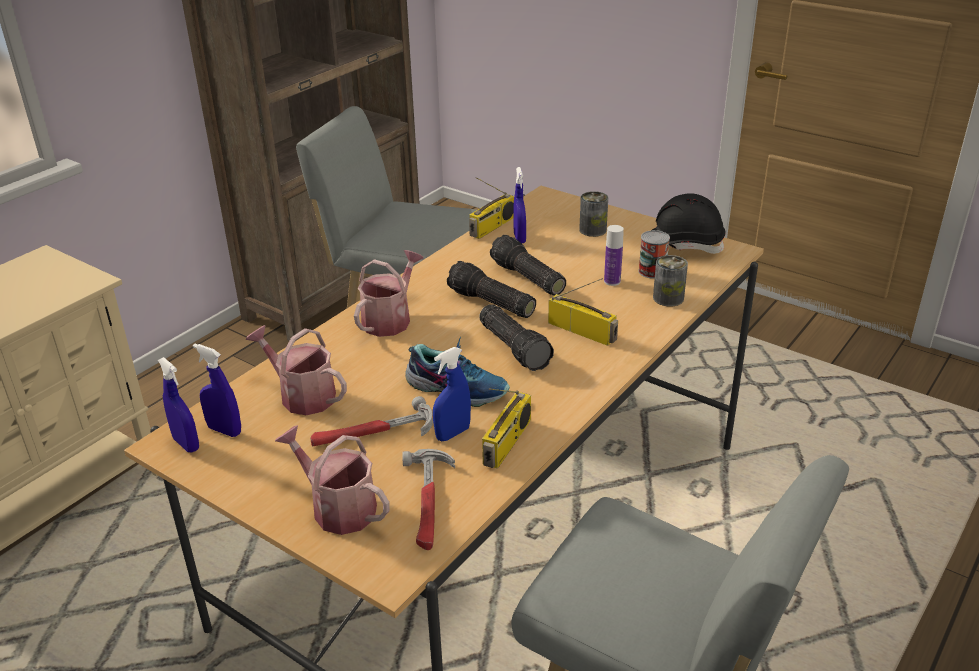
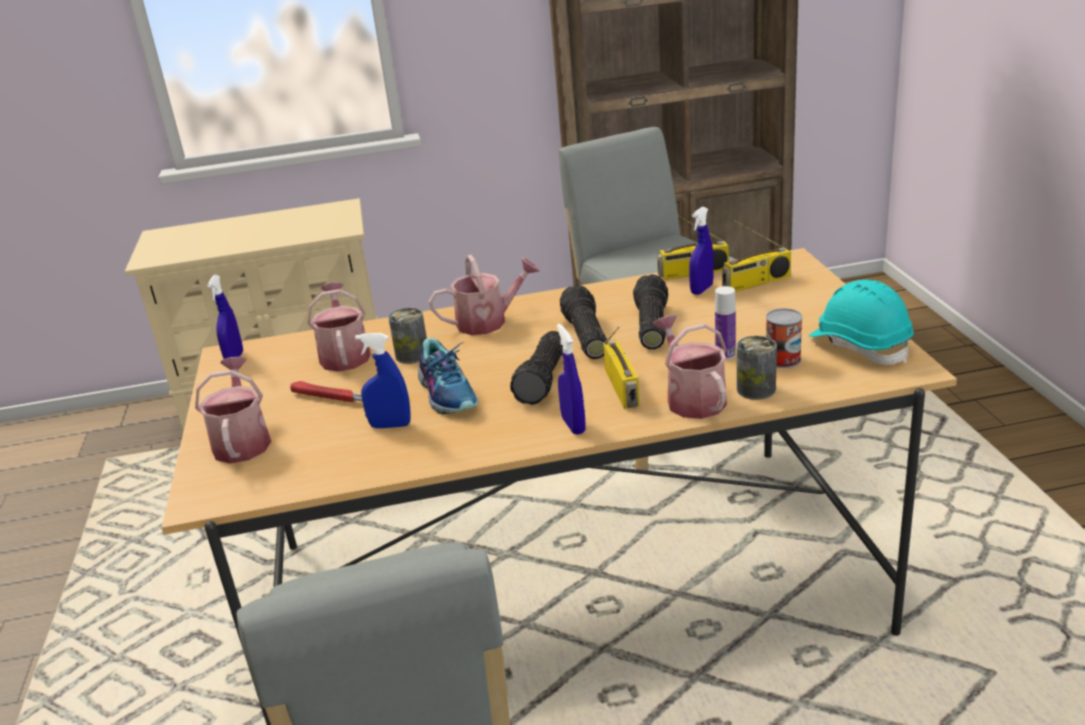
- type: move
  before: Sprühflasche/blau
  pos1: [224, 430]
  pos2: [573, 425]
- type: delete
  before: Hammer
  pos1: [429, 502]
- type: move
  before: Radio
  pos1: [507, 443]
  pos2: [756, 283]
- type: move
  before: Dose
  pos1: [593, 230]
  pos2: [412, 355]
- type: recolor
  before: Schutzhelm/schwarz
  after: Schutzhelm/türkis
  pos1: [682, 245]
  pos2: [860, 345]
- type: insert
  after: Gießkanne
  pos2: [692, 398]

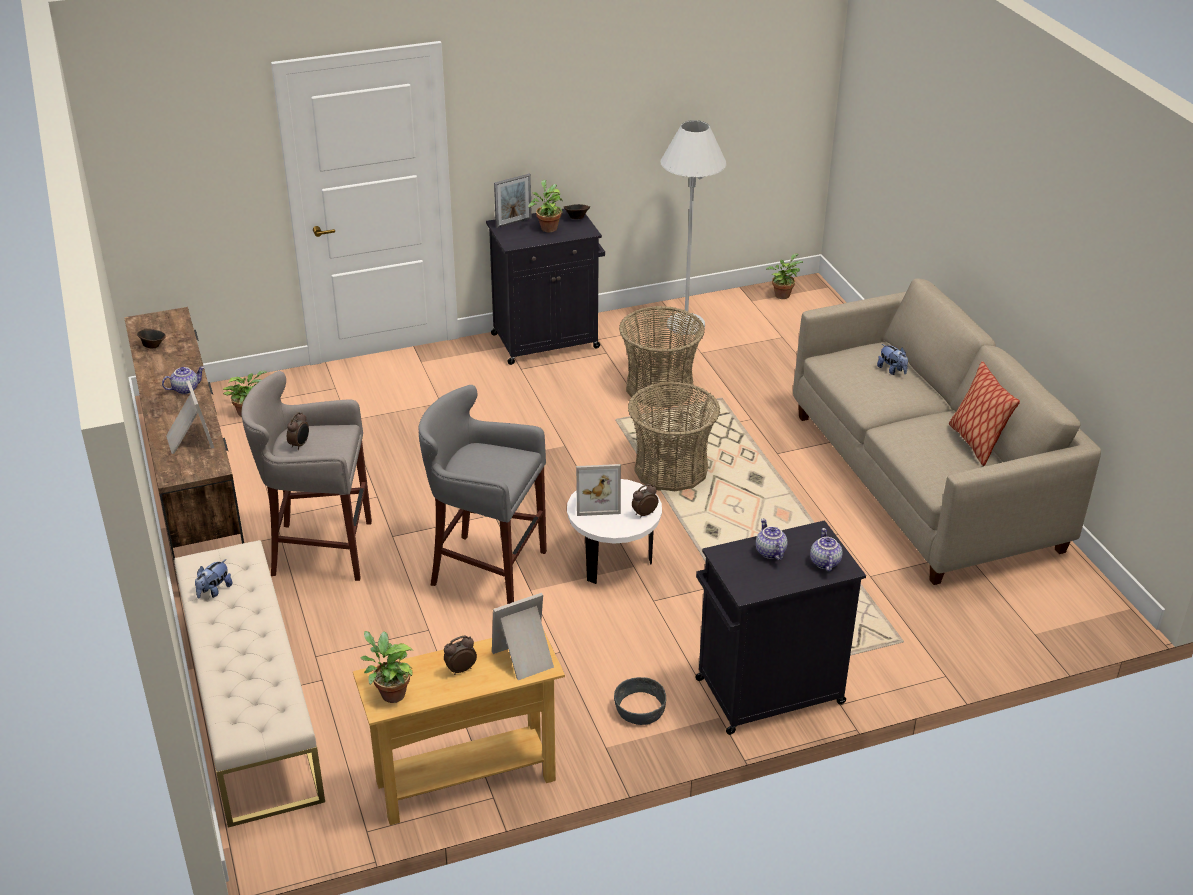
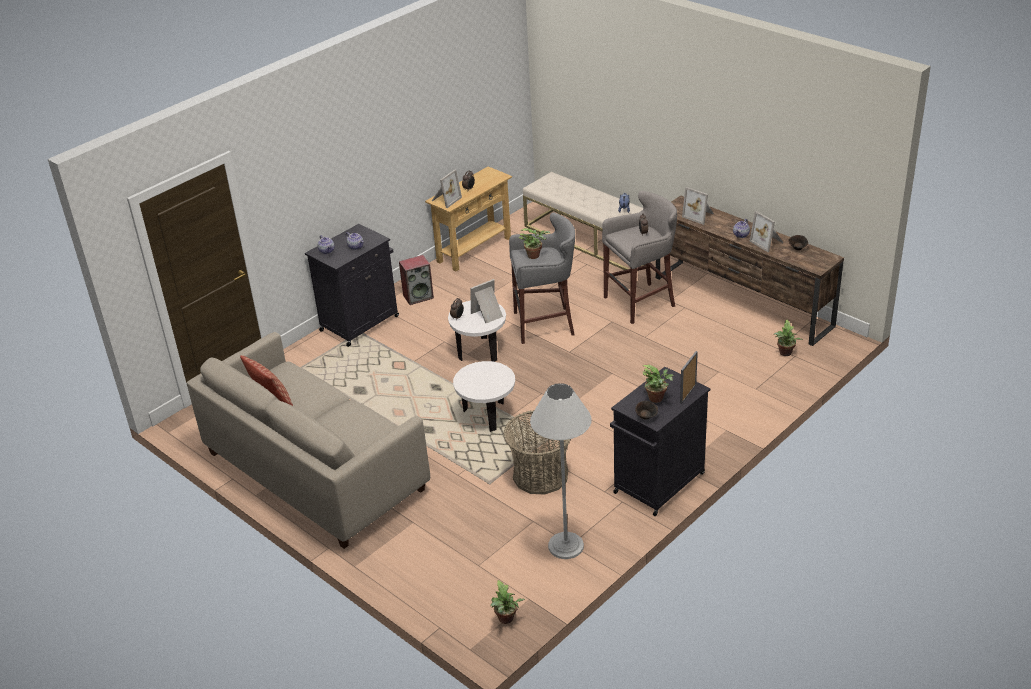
- type: move
  before: Topfpflanze
  pos1: [390, 693]
  pos2: [535, 255]
- type: replace
  before: Schüssel/grau
  after: Lautsprecher
  pos1: [639, 708]
  pos2: [418, 296]
- type: replace
  before: Korb
  after: Beistelltisch/weiß
  pos1: [671, 469]
  pos2: [487, 416]
- type: delete
  before: Plüschtier
  pos1: [892, 370]
- type: insert
  after: Bilderrahmen
  pos2: [768, 242]

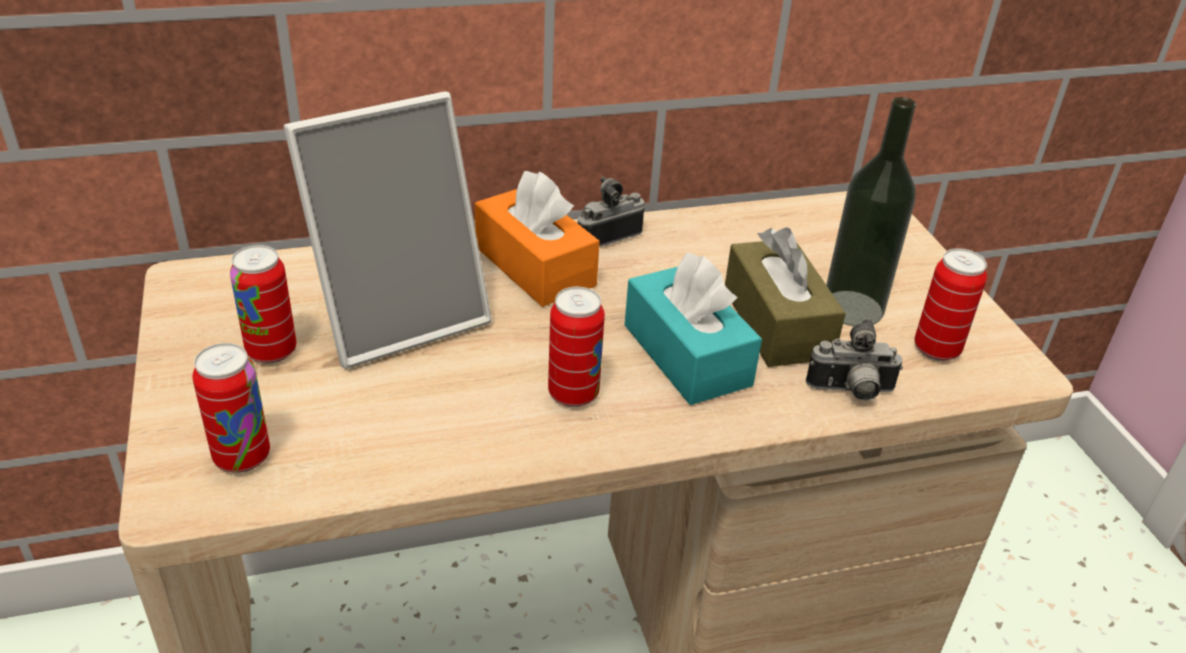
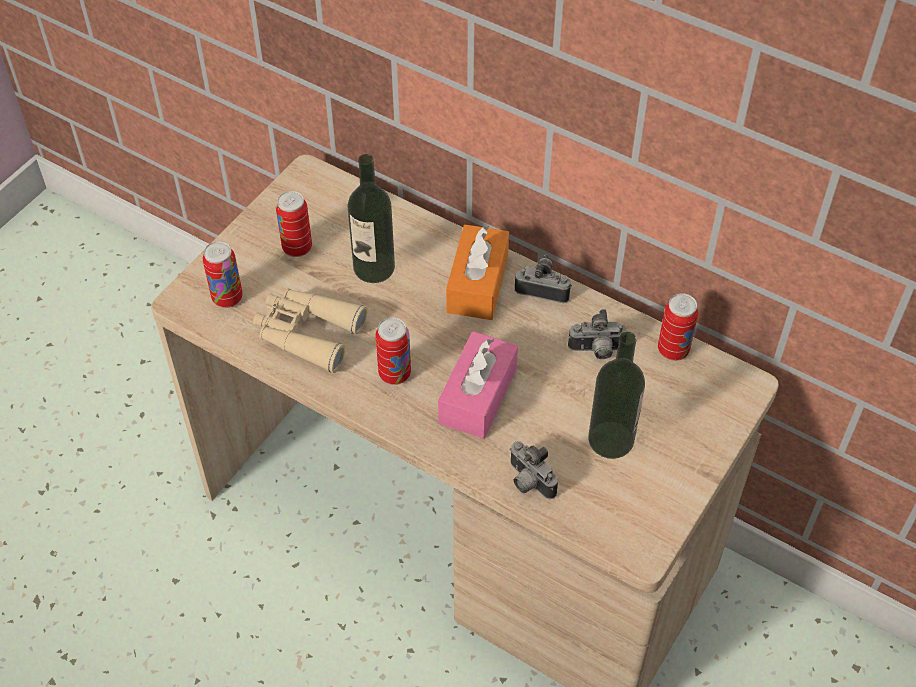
- type: replace
  before: Bilderrahmen
  after: Flasche
  pos1: [399, 316]
  pos2: [374, 267]
- type: recolor
  before: Taschentuchbox/türkis
  after: Taschentuchbox/rosa
  pos1: [686, 355]
  pos2: [478, 396]
- type: delete
  before: Taschentuchbox/braun
  pos1: [777, 323]
- type: move
  before: Dose
  pos1: [936, 349]
  pos2: [673, 350]
- type: insert
  after: Fernglas/beige
  pos2: [307, 334]
- type: insert
  after: Kamera
  pos2: [596, 351]

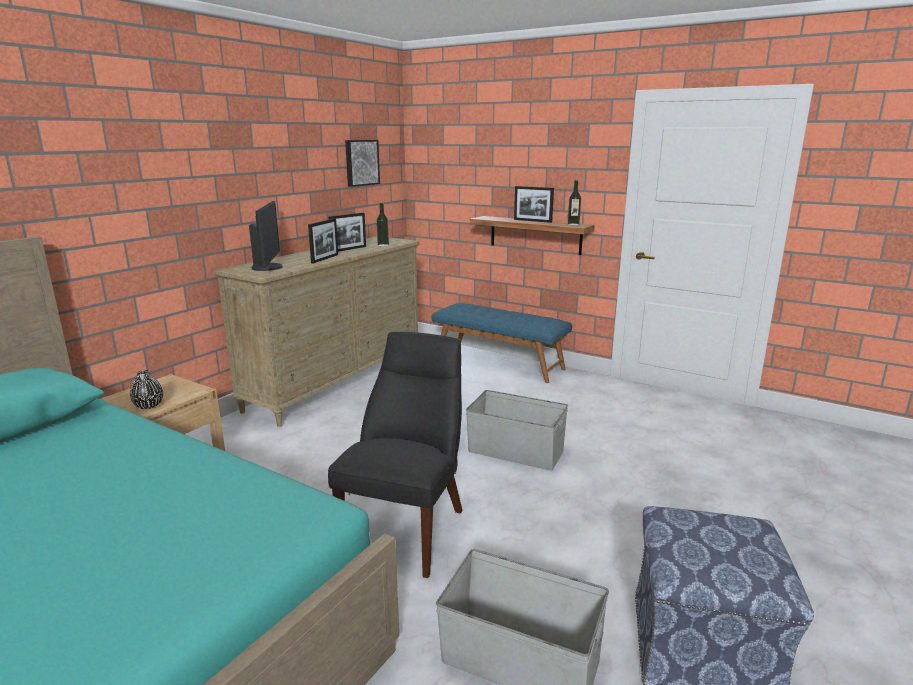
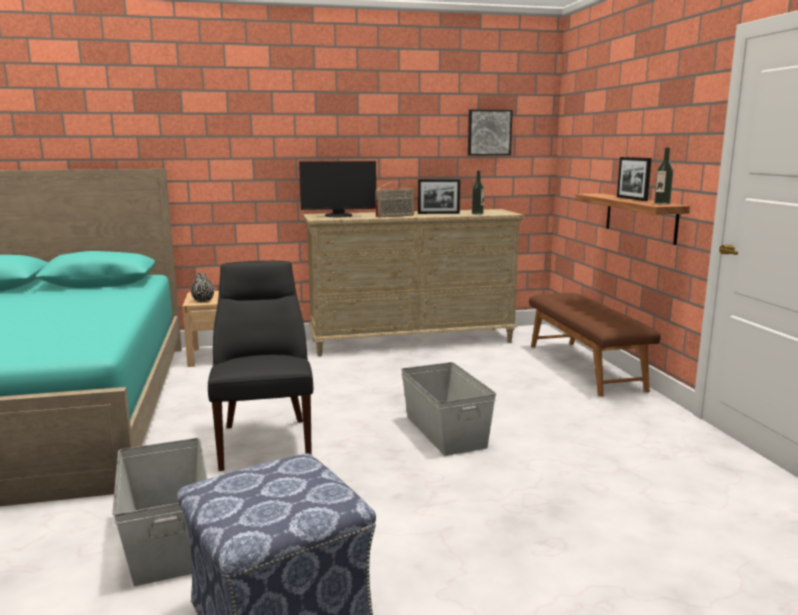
- type: rotate
  before: Monitor
  pos1: [268, 267]
  pos2: [338, 216]
  turn: 45
- type: replace
  before: Bilderrahmen
  after: Radio
  pos1: [325, 259]
  pos2: [395, 216]
- type: rotate
  before: Stuhl/schwarz
  pos1: [407, 528]
  pos2: [265, 440]
  turn: -75
- type: recolor
  before: Bank/blau
  after: Bank/braun
  pos1: [499, 362]
  pos2: [585, 367]

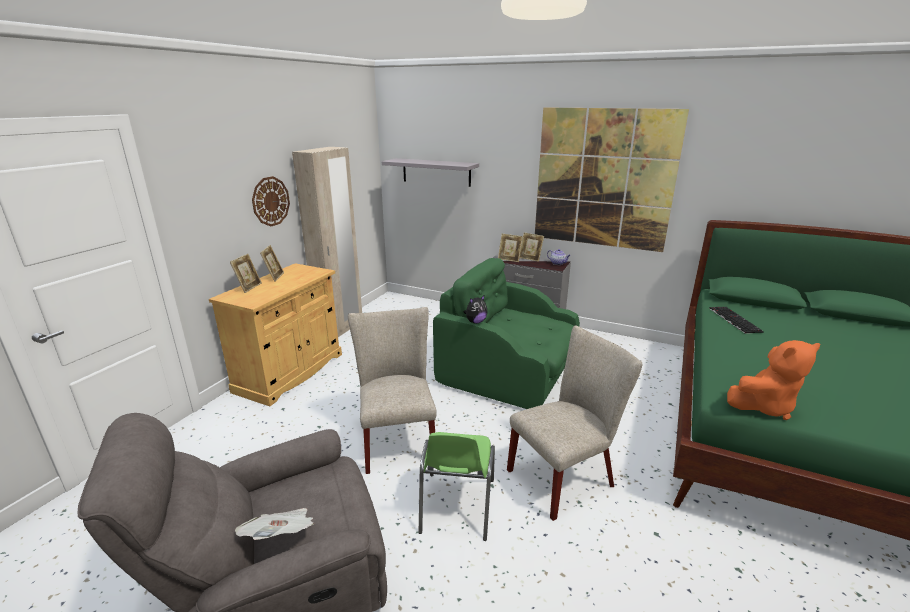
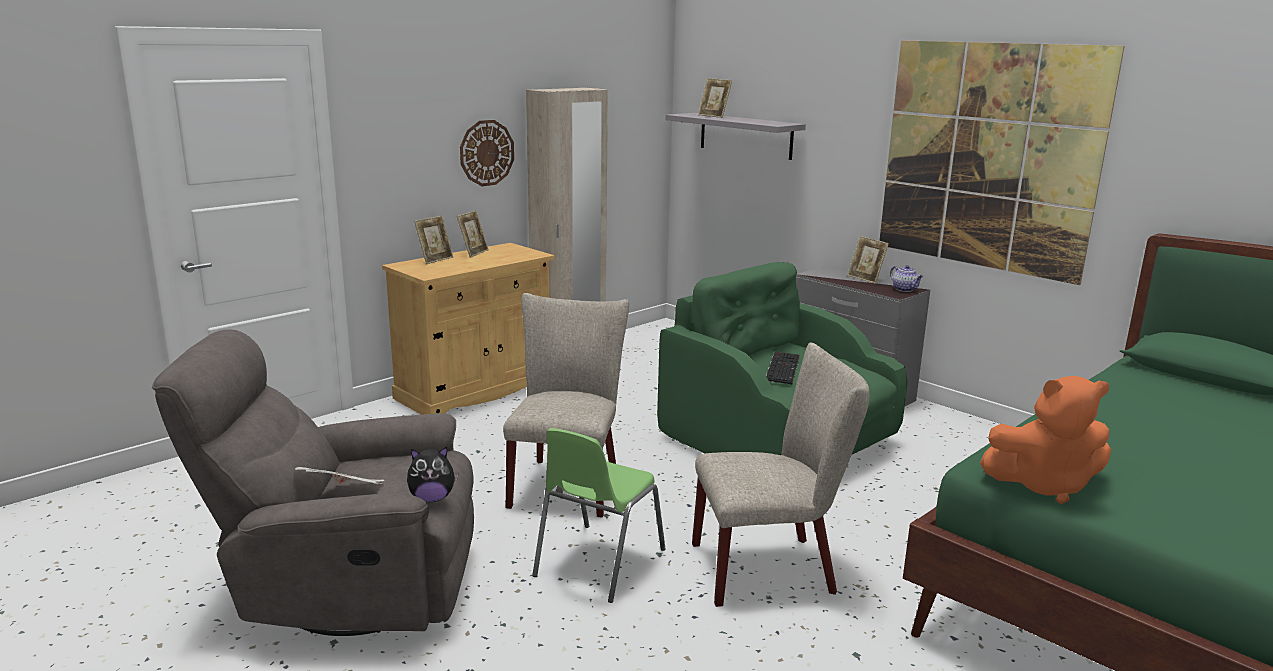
- type: move
  before: Plüschtier
  pos1: [475, 322]
  pos2: [432, 498]
- type: move
  before: Bilderrahmen
  pos1: [509, 259]
  pos2: [714, 116]
- type: move
  before: Tastatur
  pos1: [733, 319]
  pos2: [781, 368]

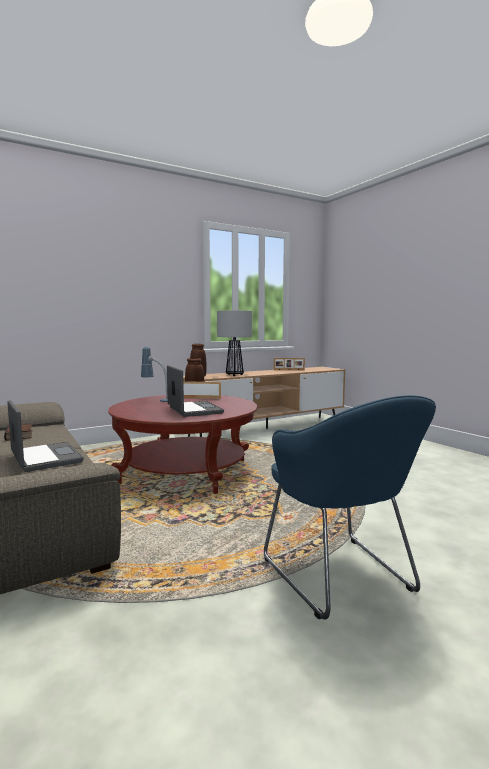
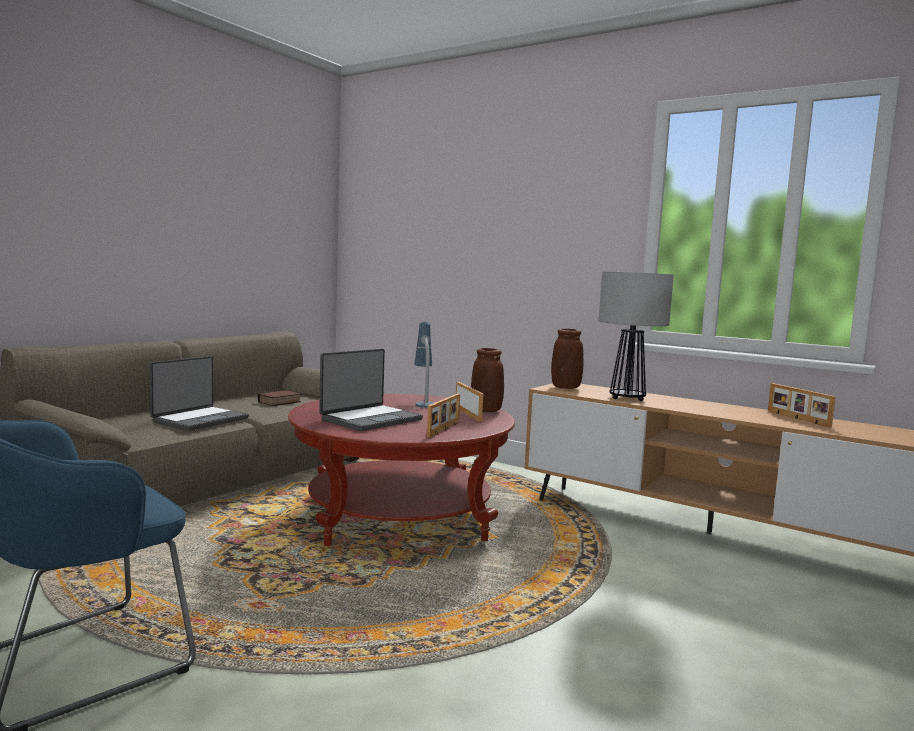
- type: insert
  after: Bilderrahmen
  pos2: [444, 429]

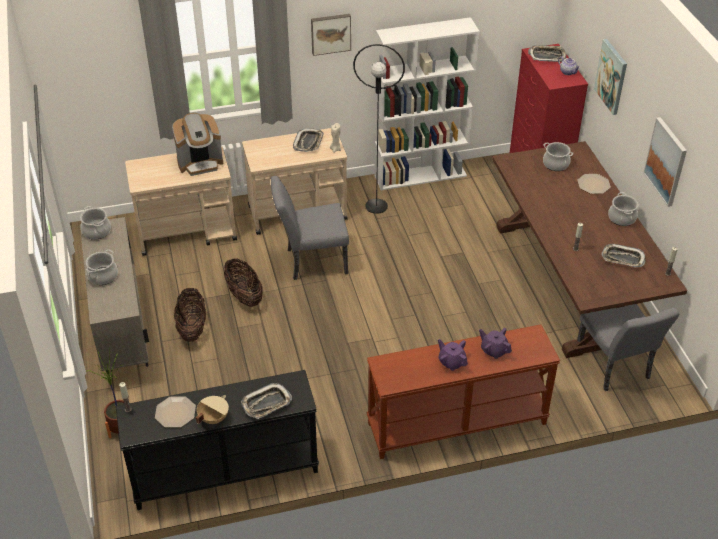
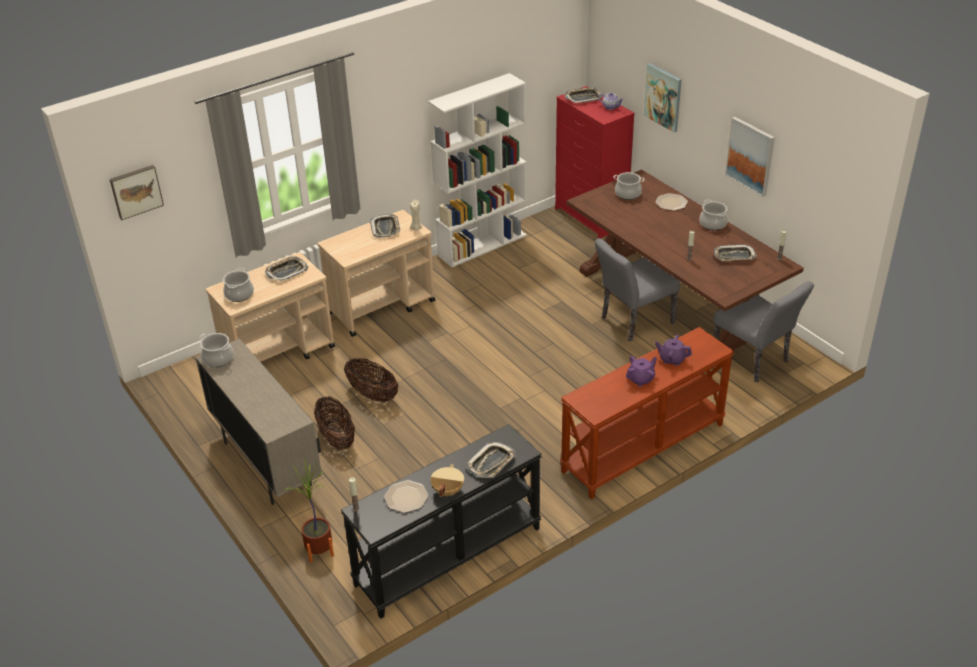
- type: move
  before: Kochtopf
  pos1: [103, 276]
  pos2: [239, 294]
- type: replace
  before: Kaffeemaschine
  after: Tablett
  pos1: [200, 163]
  pos2: [287, 271]
- type: move
  before: Stuhl/grau
  pos1: [311, 261]
  pos2: [632, 322]
- type: move
  before: Bild
  pos1: [330, 33]
  pos2: [136, 191]
- type: delete
  before: Stehlampe/schwarz
  pos1: [376, 206]
- type: rotate
  before: Teekanne/lila
  pos1: [451, 362]
  pos2: [641, 379]
  turn: 120

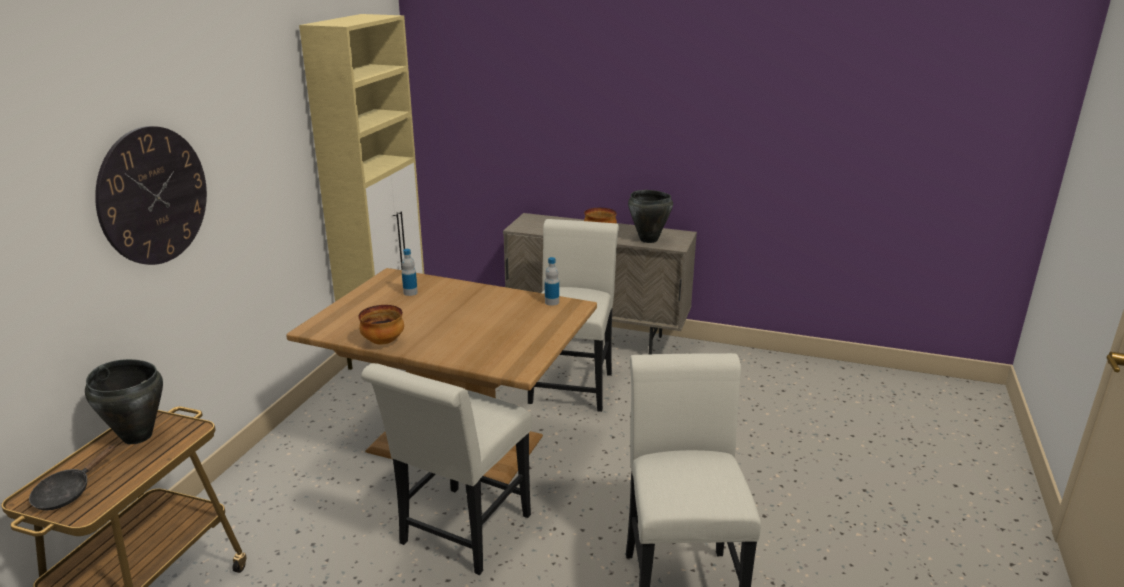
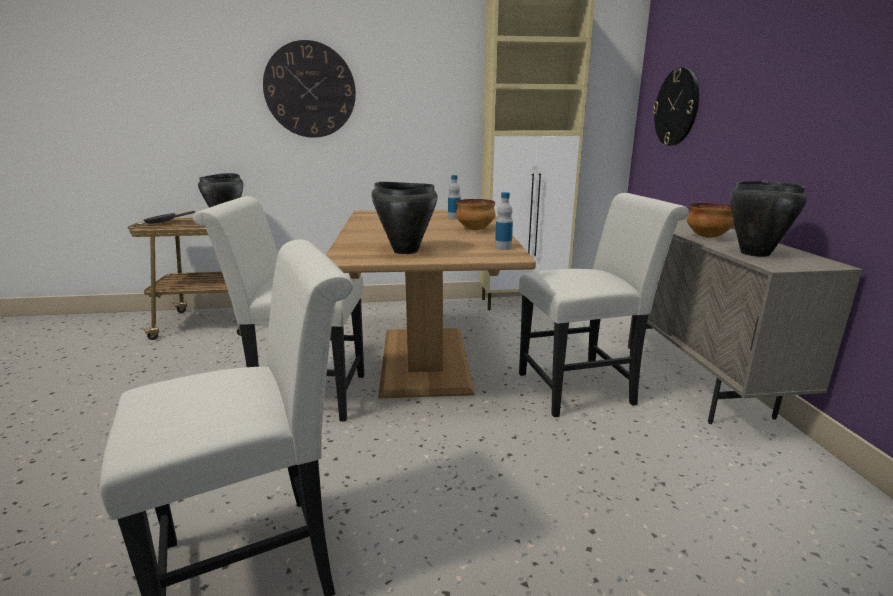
- type: move
  before: Schüssel
  pos1: [384, 342]
  pos2: [475, 230]
- type: insert
  after: Kochtopf/schwarz
  pos2: [405, 251]
- type: insert
  after: Wanduhr
  pos2: [676, 107]

